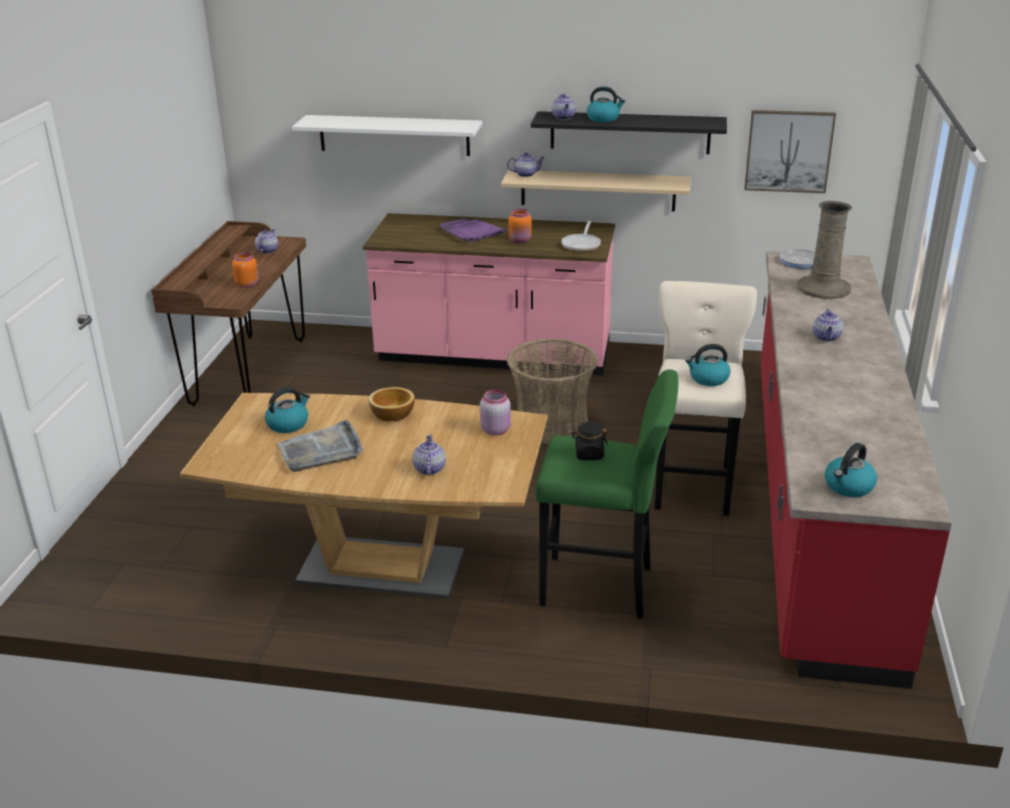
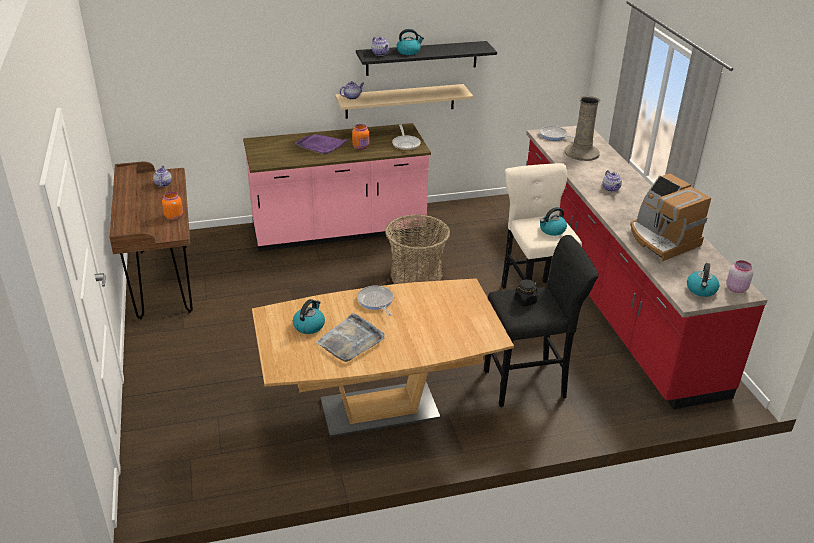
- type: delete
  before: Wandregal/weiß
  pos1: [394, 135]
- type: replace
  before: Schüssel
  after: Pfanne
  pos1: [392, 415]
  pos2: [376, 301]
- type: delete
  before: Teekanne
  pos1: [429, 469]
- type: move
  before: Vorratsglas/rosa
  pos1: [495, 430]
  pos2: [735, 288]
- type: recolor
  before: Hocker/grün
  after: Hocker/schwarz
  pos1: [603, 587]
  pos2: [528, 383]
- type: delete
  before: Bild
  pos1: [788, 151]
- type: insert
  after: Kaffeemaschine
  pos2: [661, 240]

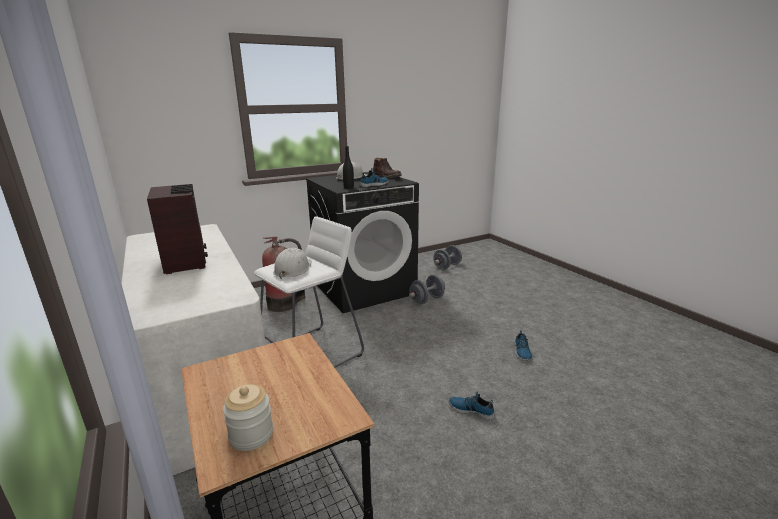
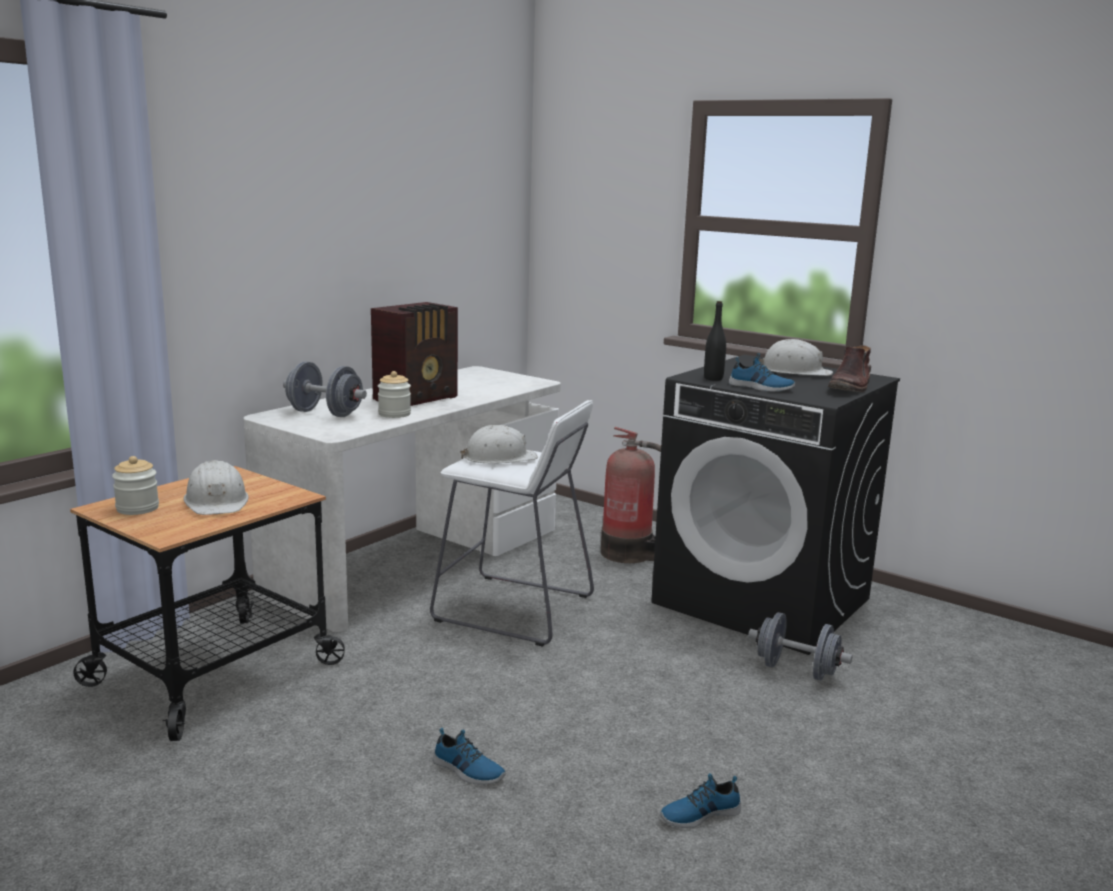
- type: move
  before: Hantel/grau
  pos1: [447, 266]
  pos2: [325, 413]
- type: rotate
  before: Schuh
  pos1: [471, 409]
  pos2: [467, 770]
  turn: 120
- type: insert
  after: Schutzhelm/weiß
  pos2: [217, 501]
- type: insert
  after: Vorratsglas
  pos2: [394, 414]

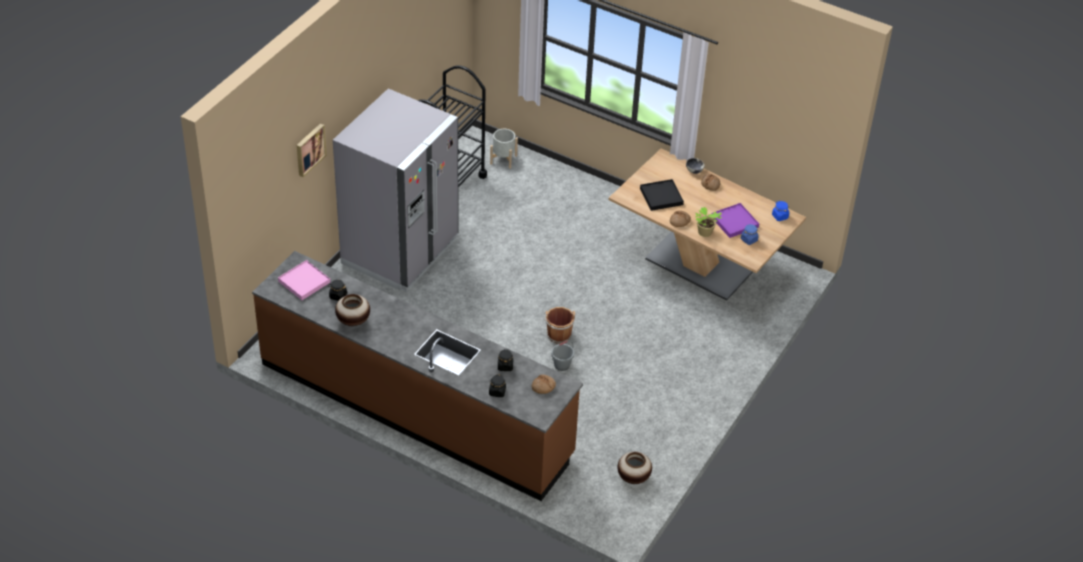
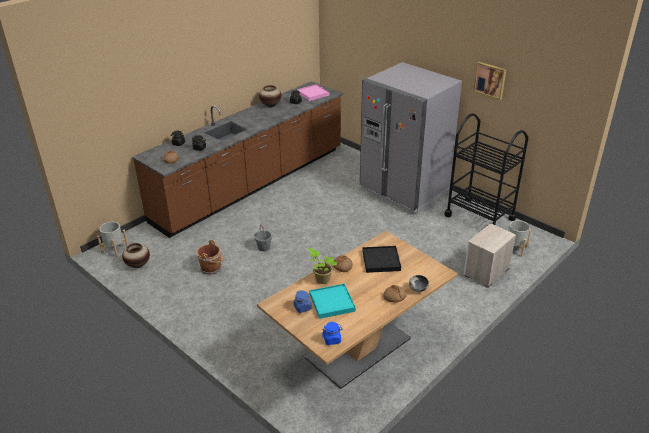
- type: move
  before: Bild
  pos1: [309, 149]
  pos2: [490, 80]
- type: move
  before: Eimer/braun
  pos1: [558, 334]
  pos2: [212, 268]
- type: recolor
  before: Tablett/lila
  after: Tablett/türkis
  pos1: [734, 222]
  pos2: [332, 303]
- type: insert
  after: Pflanzkübel/grau
  pos2: [115, 249]
- type: insert
  after: Nachttisch
  pos2: [485, 272]

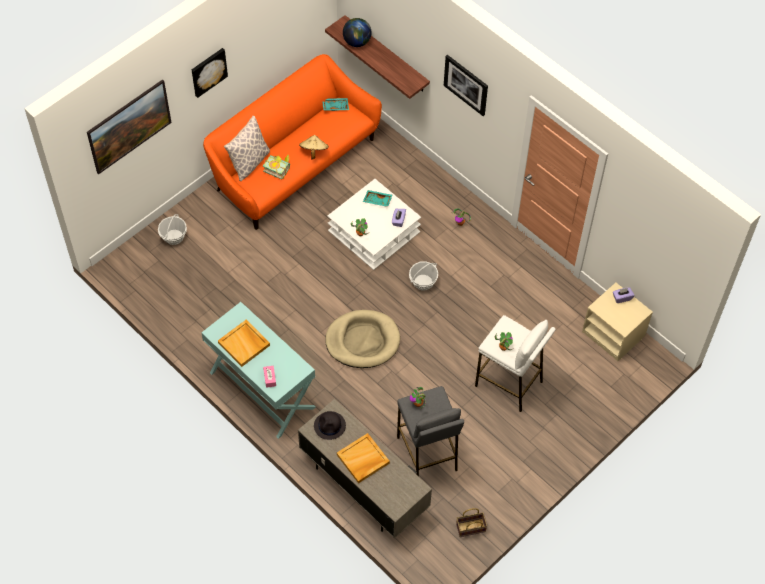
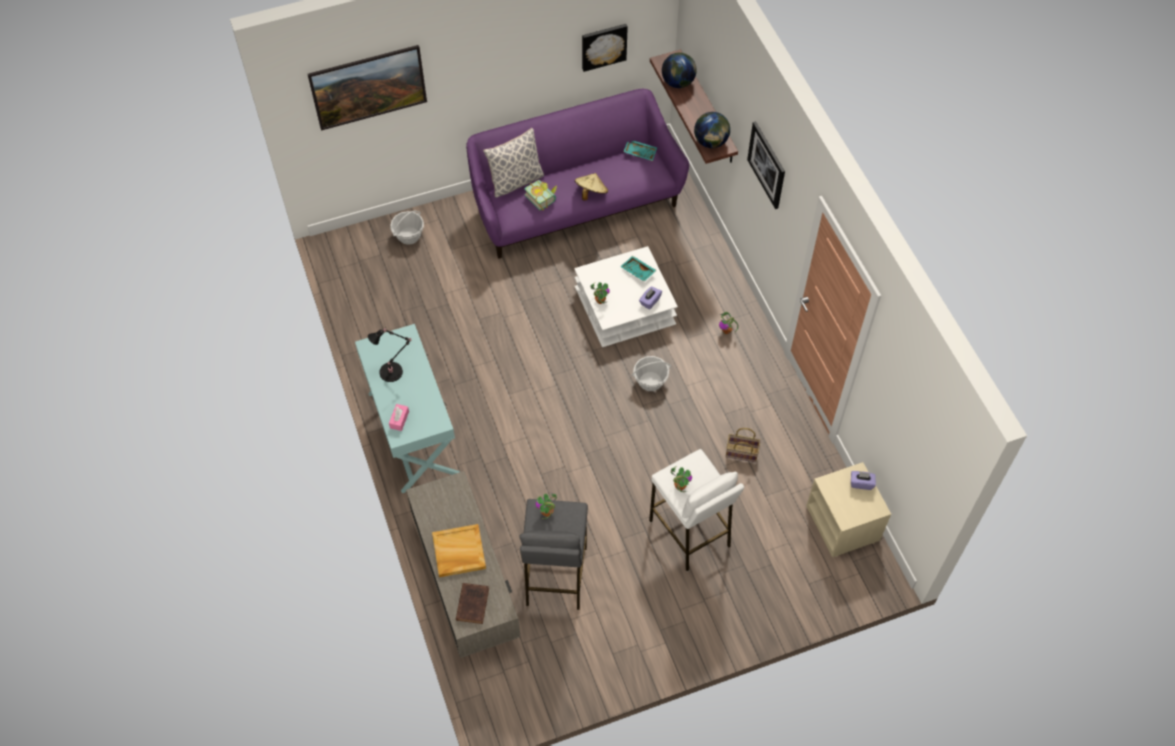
- type: move
  before: Bild
  pos1: [208, 71]
  pos2: [603, 46]
- type: recolor
  before: Sofa/orange
  after: Sofa/lila
  pos1: [293, 164]
  pos2: [575, 203]
- type: replace
  before: Tablett/beige
  after: Tischlampe/schwarz
  pos1: [244, 344]
  pos2: [393, 371]
- type: delete
  before: Hut/schwarz
  pos1: [330, 426]
- type: delete
  before: Hundebett/beige
  pos1: [362, 341]
- type: move
  before: Korb
  pos1: [470, 528]
  pos2: [740, 453]
- type: insert
  after: Buch/braun
  pos2: [473, 603]
- type: insert
  after: Globus
  pos2: [711, 142]

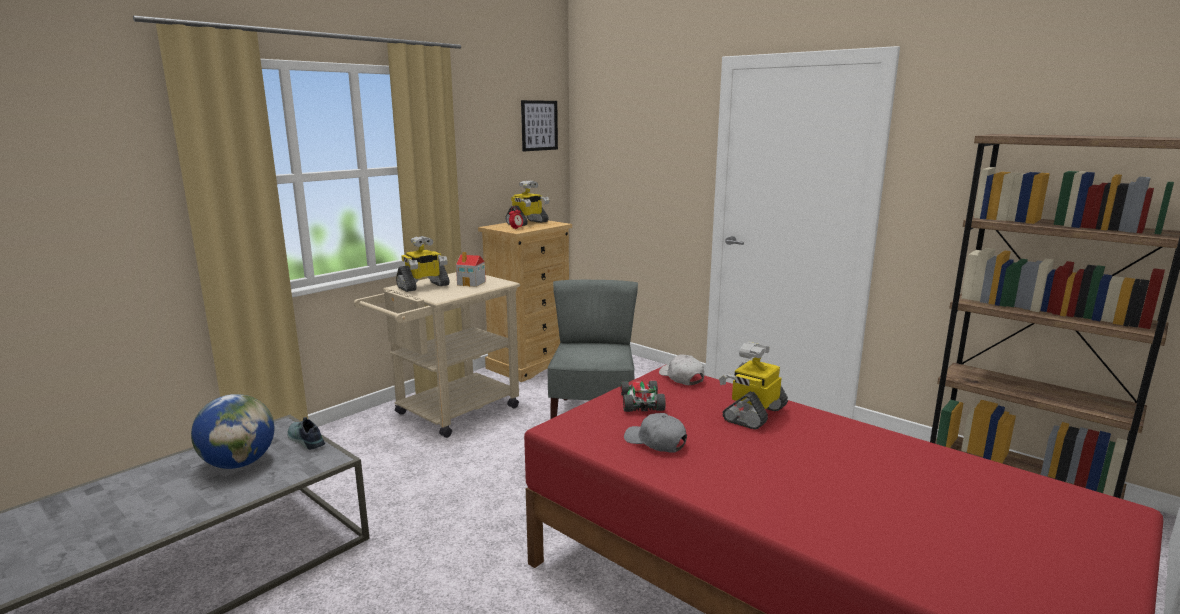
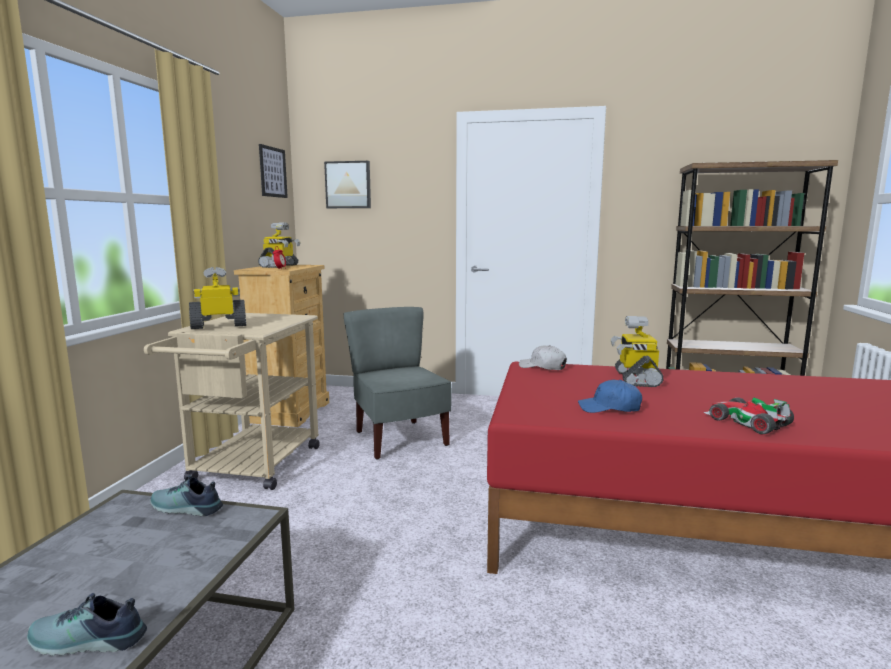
- type: delete
  before: Globus
  pos1: [239, 463]
- type: rotate
  before: Spielzeugroboter
  pos1: [423, 286]
  pos2: [219, 325]
  turn: -135
- type: delete
  before: Spielzeughaus
  pos1: [471, 283]
- type: move
  before: Spielzeugauto
  pos1: [640, 401]
  pos2: [746, 422]
- type: recolor
  before: Kappe/grau
  after: Kappe/blau
  pos1: [655, 442]
  pos2: [609, 408]
- type: insert
  after: Schuh
  pos2: [86, 642]
- type: insert
  after: Bild
  pos2: [348, 185]

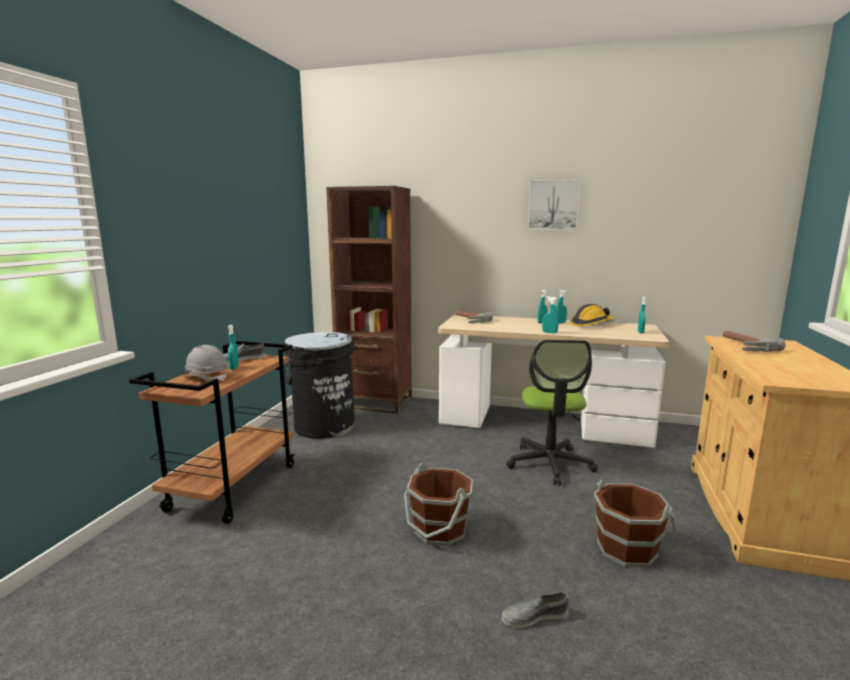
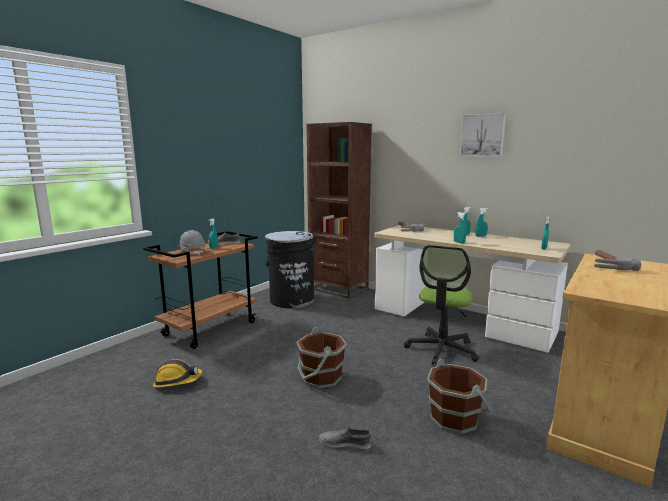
- type: move
  before: Schutzhelm
  pos1: [591, 324]
  pos2: [177, 381]

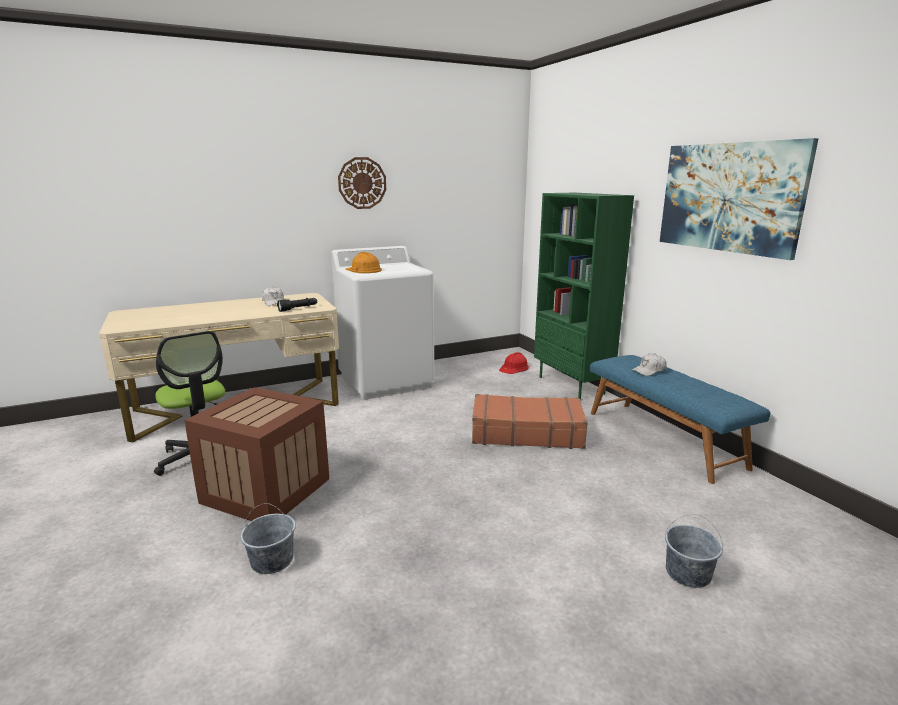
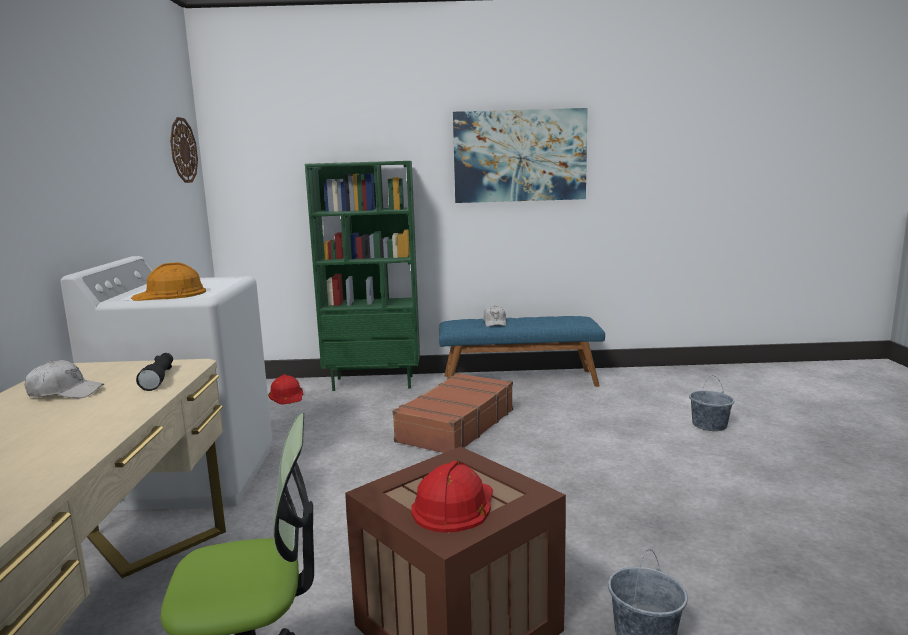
- type: move
  before: Wanduhr
  pos1: [362, 183]
  pos2: [183, 150]
- type: insert
  after: Schutzhelm/rot
  pos2: [454, 505]

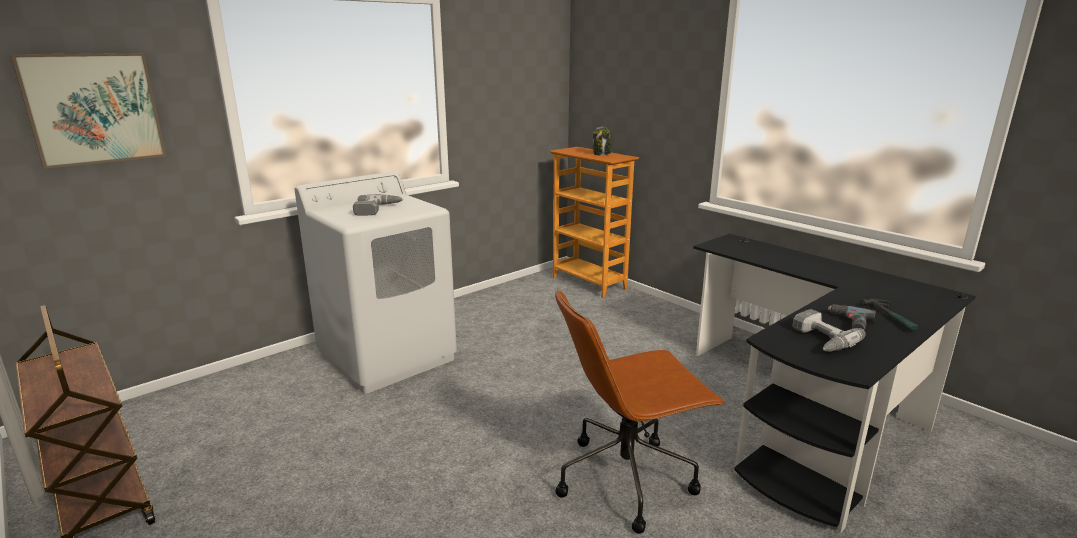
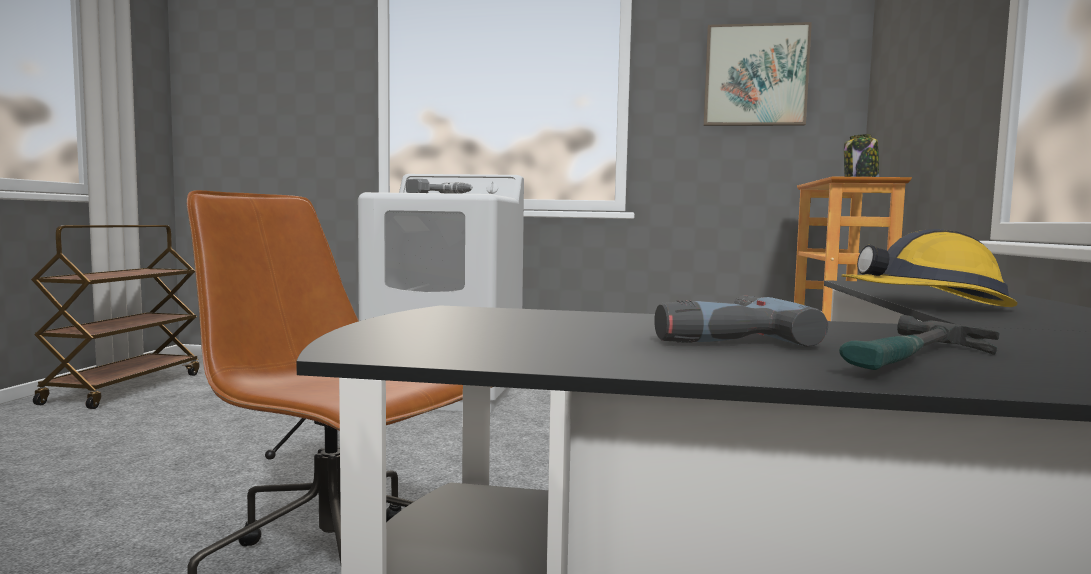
- type: move
  before: Bild
  pos1: [94, 109]
  pos2: [755, 75]
- type: delete
  before: Bohrmaschine
  pos1: [820, 339]
- type: insert
  after: Schutzhelm
  pos2: [926, 304]

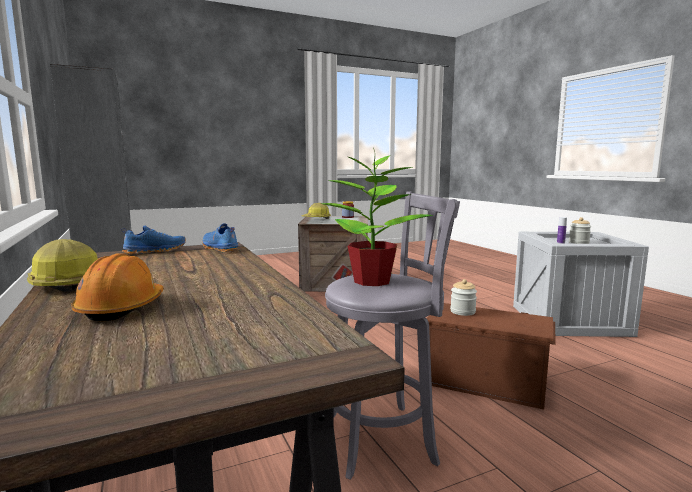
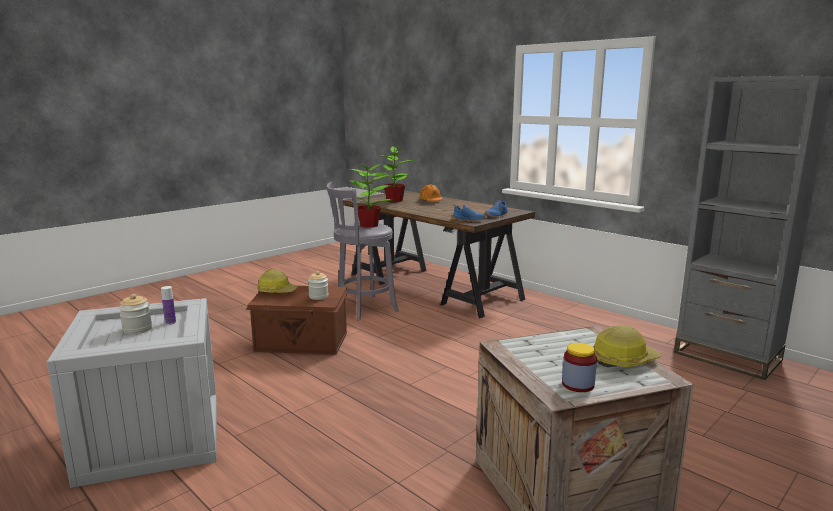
- type: move
  before: Schutzhelm
  pos1: [64, 284]
  pos2: [277, 291]
- type: insert
  after: Topfpflanze
  pos2: [394, 200]

